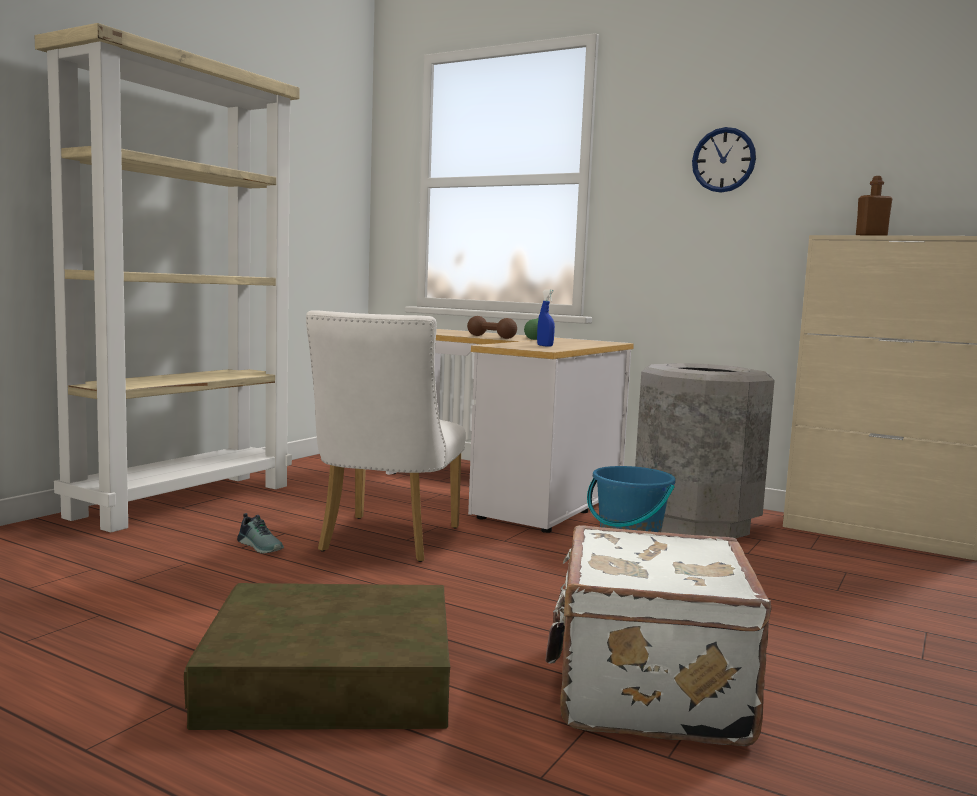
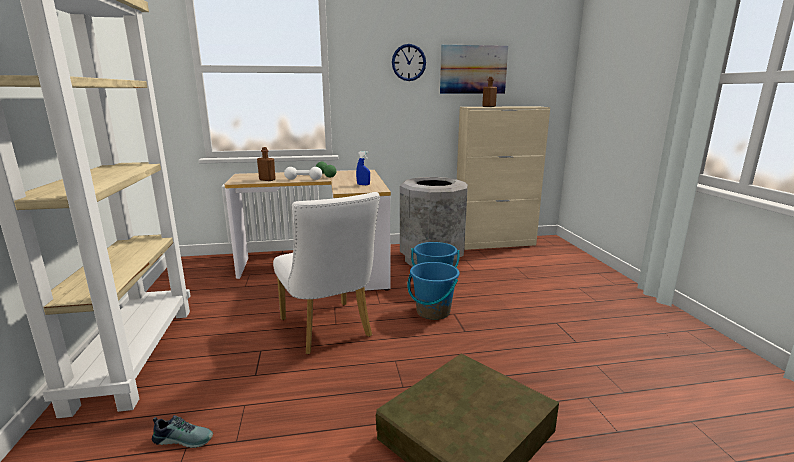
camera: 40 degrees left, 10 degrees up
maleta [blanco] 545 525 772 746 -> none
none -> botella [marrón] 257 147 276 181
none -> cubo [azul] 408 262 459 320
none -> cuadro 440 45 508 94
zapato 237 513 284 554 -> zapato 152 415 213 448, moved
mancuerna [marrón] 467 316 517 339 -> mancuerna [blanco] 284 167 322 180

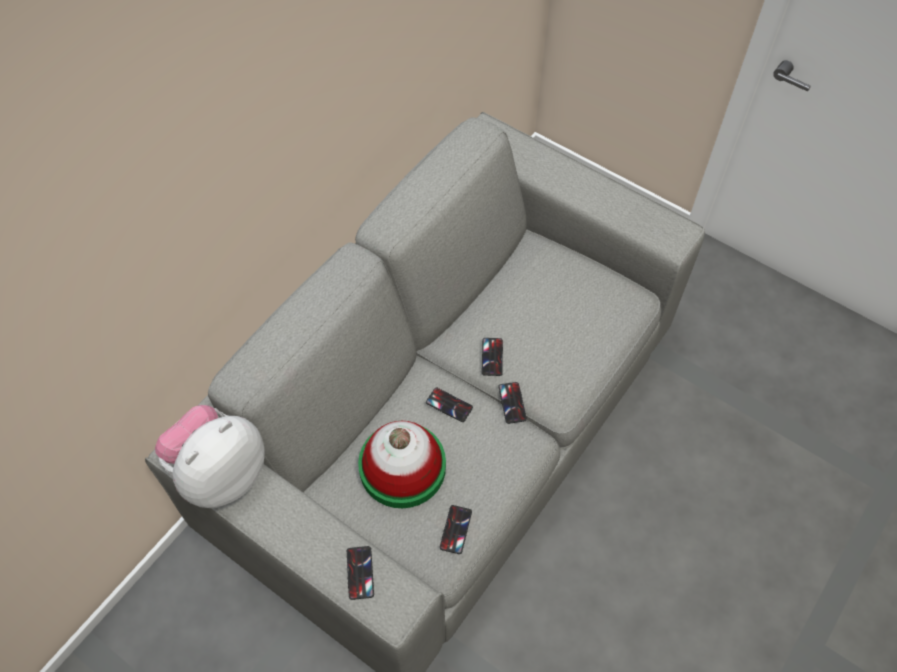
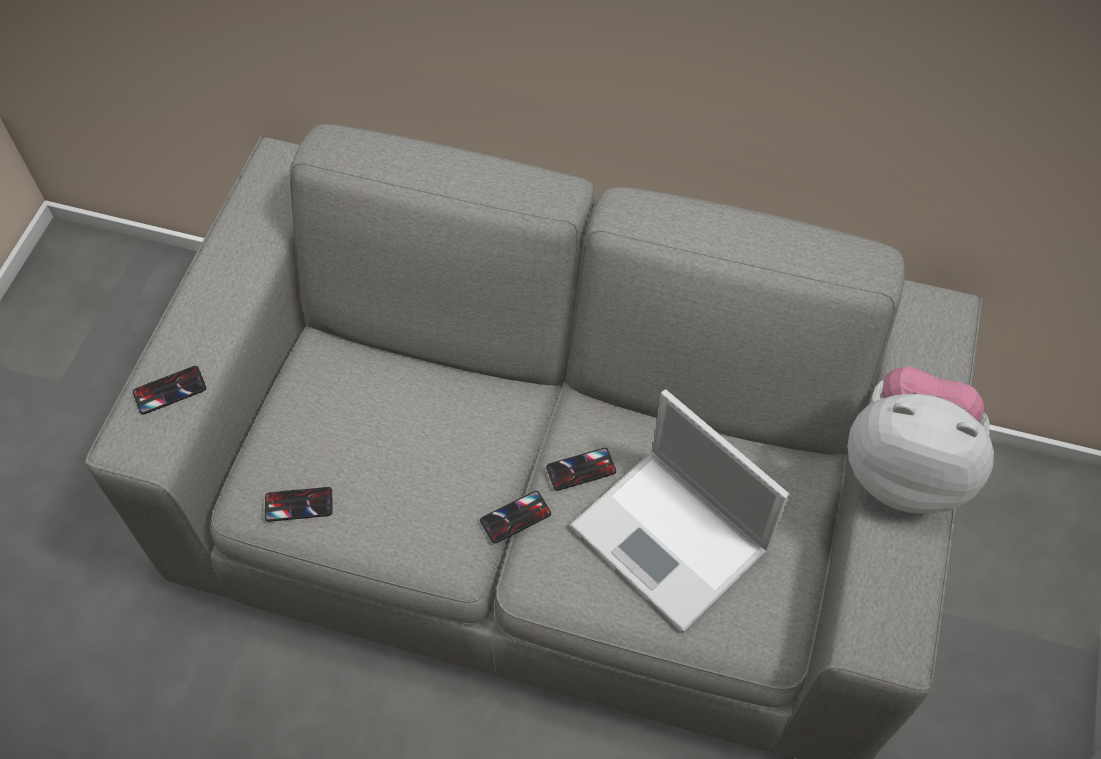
camera: 70 degrees right, 0 degrees up
sombrero 358 421 446 508 -> none
móvil 426 388 473 422 -> none
none -> portátil 570 389 790 632
peluche 155 405 265 508 -> peluche 847 367 994 514, moved

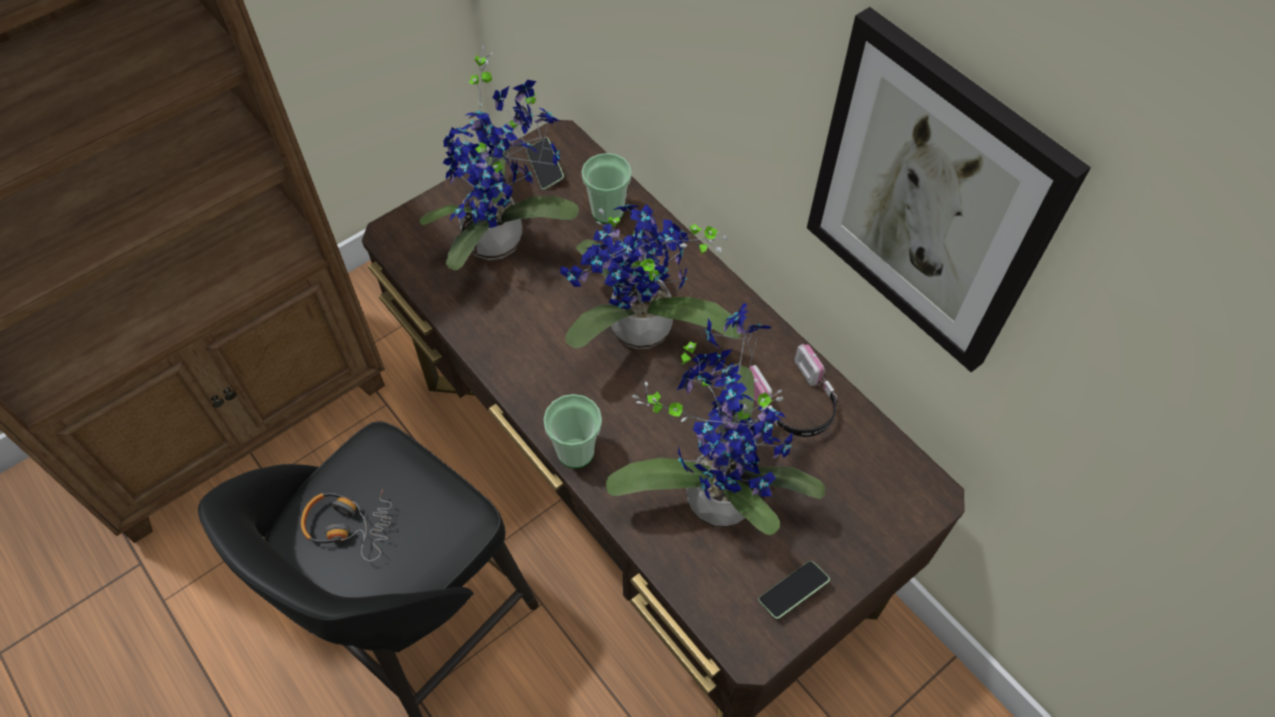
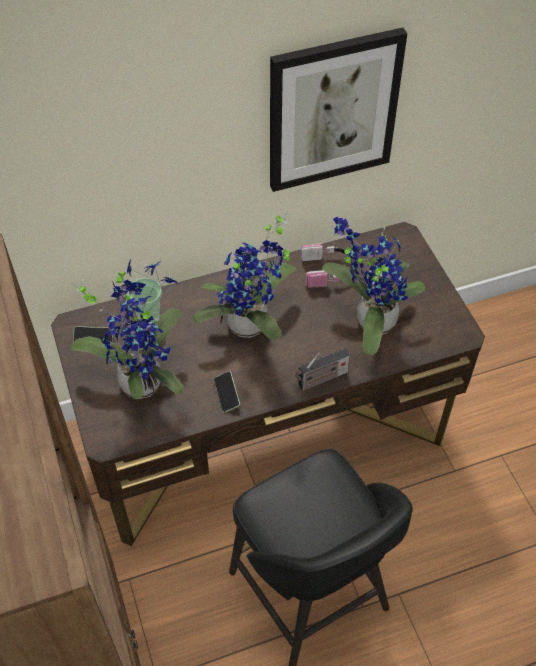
camera: 70 degrees left, 5 degrees down
auriculares 301 489 392 561 -> none
móvil 758 561 830 619 -> móvil 214 371 240 413, moved
taza 543 394 602 468 -> radio 295 348 350 391

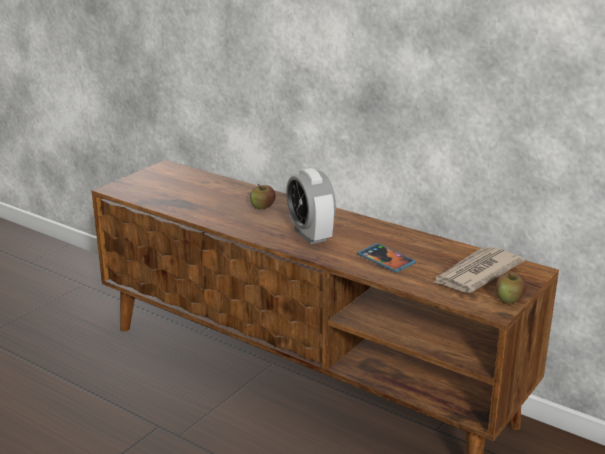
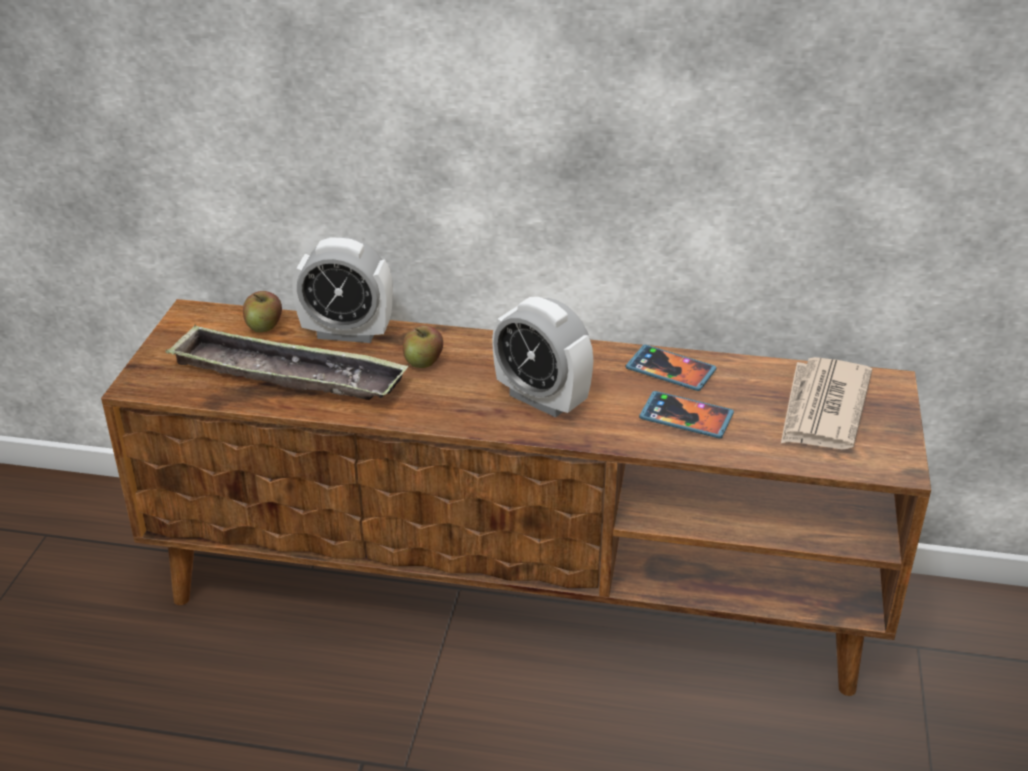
camera: 25 degrees left, 10 degrees up
none -> bandeja 166 324 409 400
none -> despertador 292 237 393 343
none -> móvil 626 345 716 391
manzana 496 272 527 303 -> manzana 243 291 282 332, moved

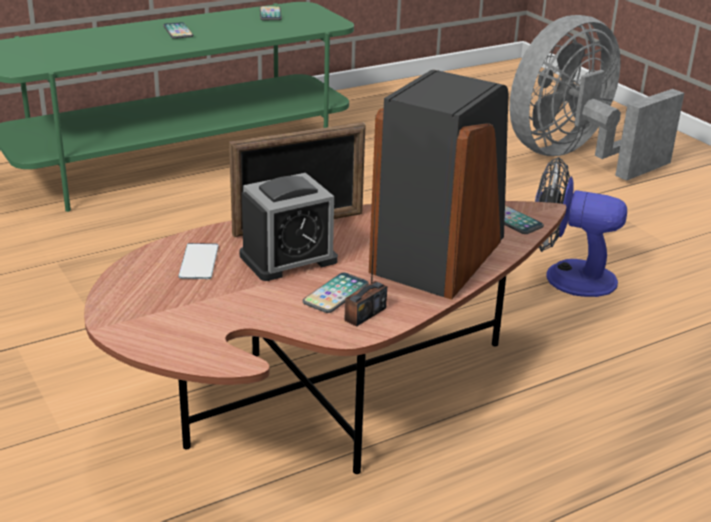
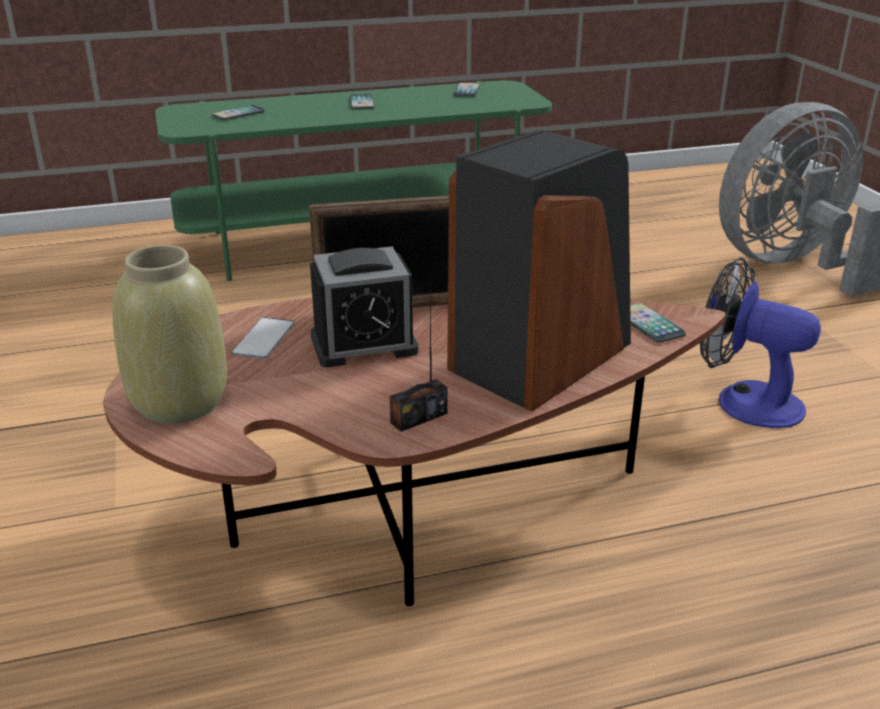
camera: 15 degrees right, 0 degrees up
none -> florero [beis] 112 245 227 424
móvil 303 272 369 313 -> móvil 212 105 265 120, moved

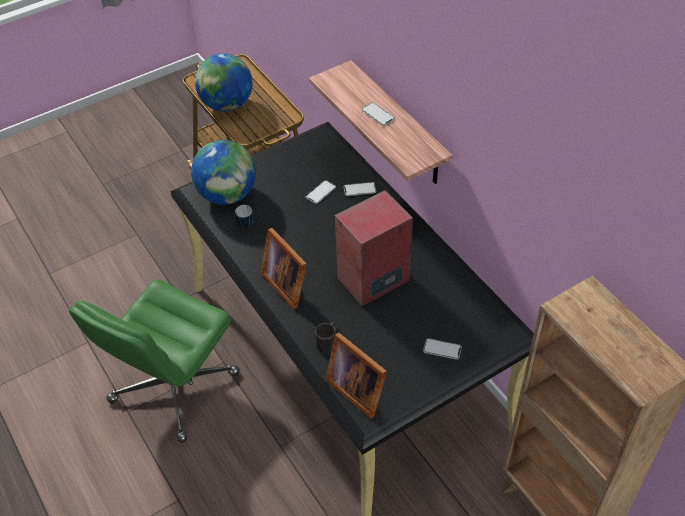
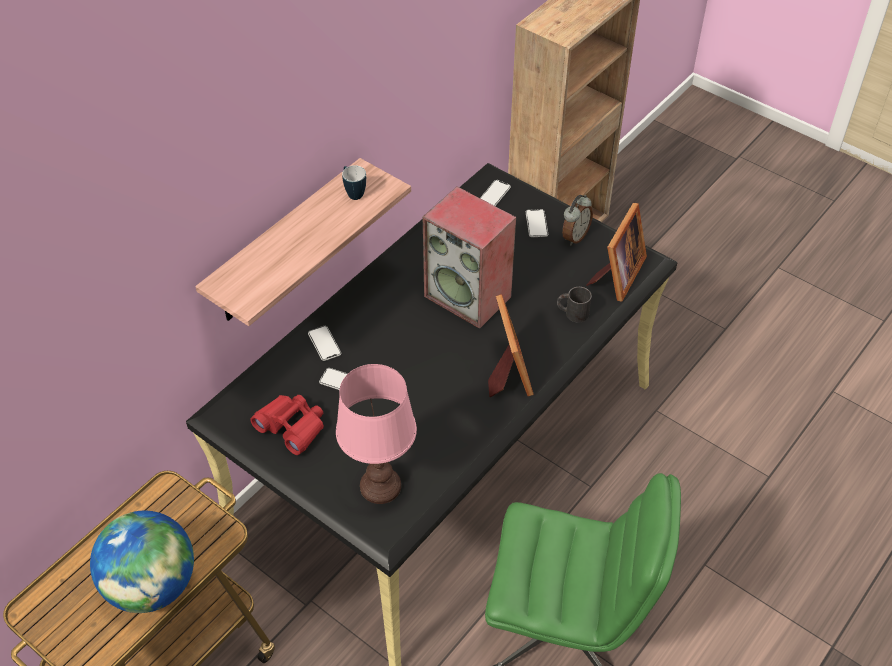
camera: 110 degrees left, 0 degrees up
none -> prismáticos [rojo] 250 395 324 455
none -> despertador 562 195 593 245
taza grande 235 205 260 229 -> taza grande 342 165 366 200, moved
móvil 361 102 395 126 -> móvil 480 180 511 206, moved
globo terráqueo 191 140 256 205 -> lámpara de mesa [rosa] 336 364 417 504
portarretratos 261 228 307 309 -> portarretratos 488 294 534 397, 45 degrees counterclockwise

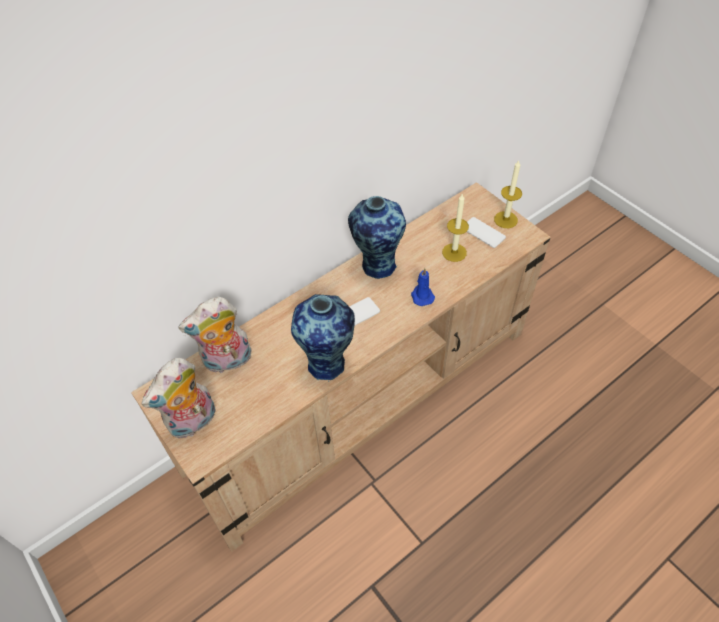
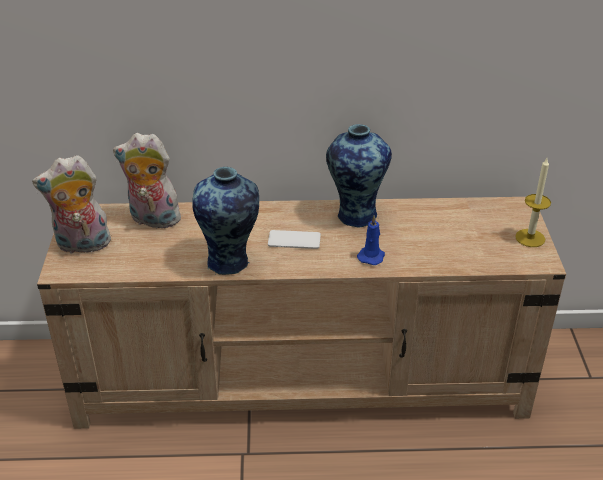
camera: 35 degrees right, 15 degrees down
vela 442 193 469 262 -> none
móvil 467 217 506 248 -> none

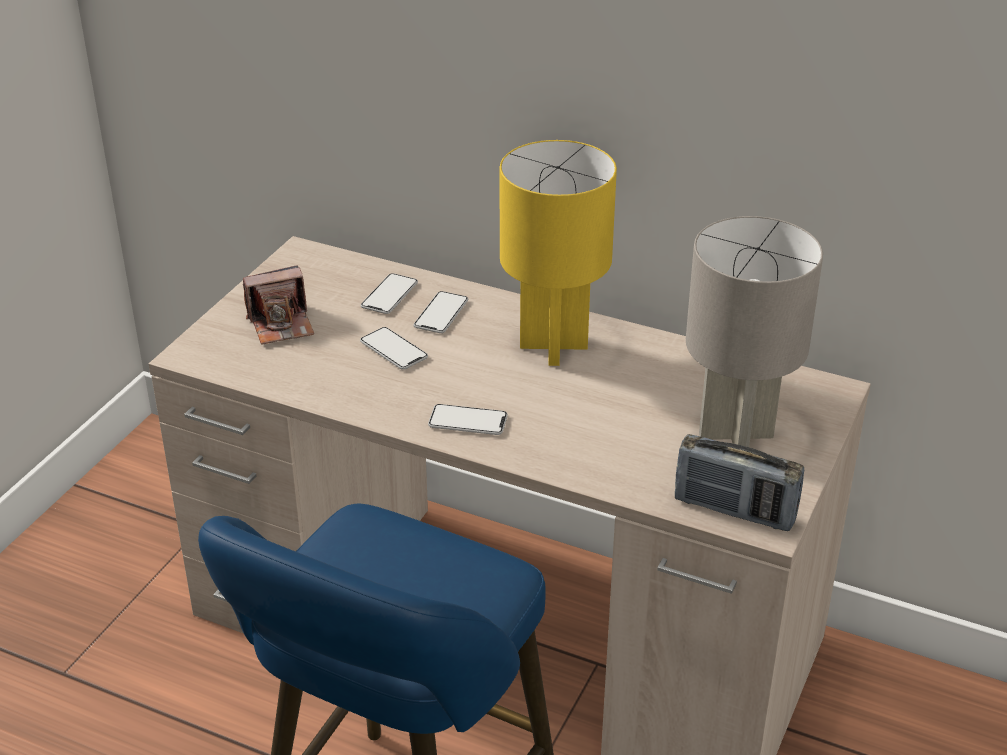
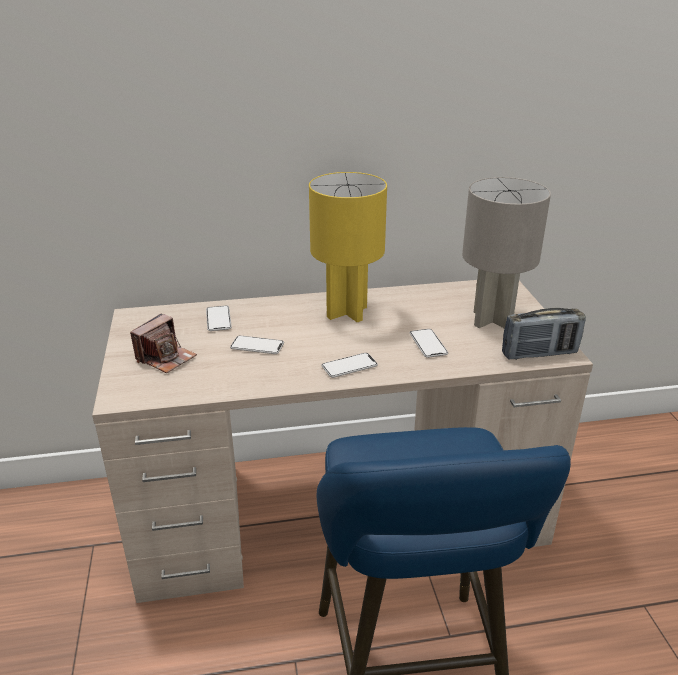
camera: 35 degrees left, 5 degrees down
móvil 414 291 468 333 -> móvil 410 329 448 358, moved

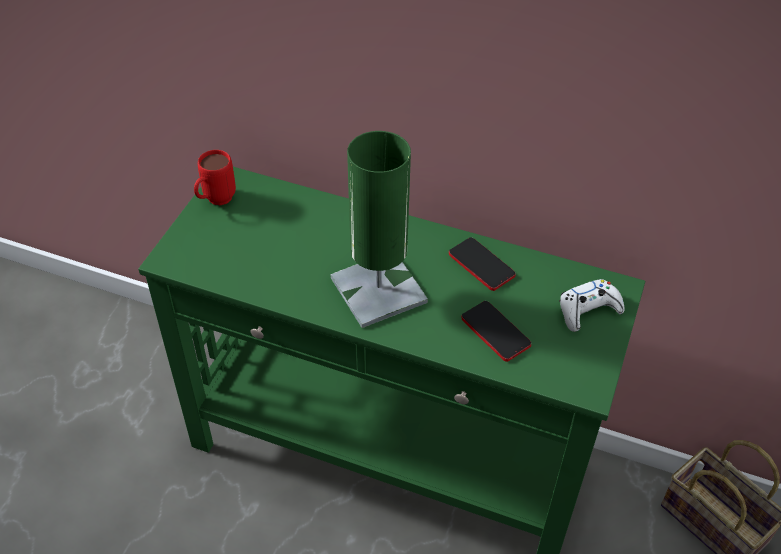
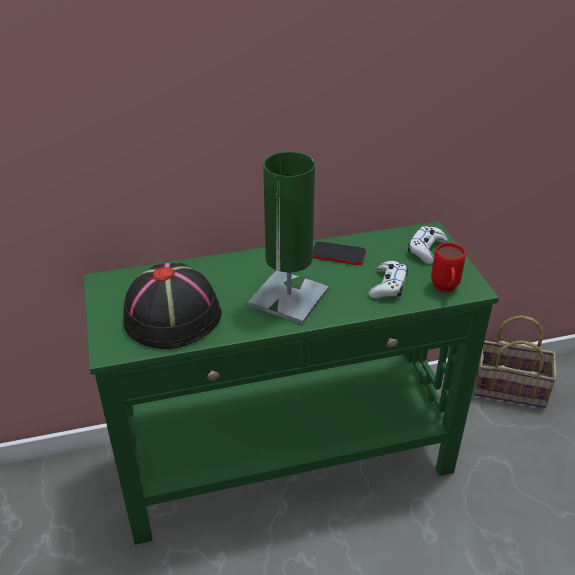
camera: 35 degrees left, 10 degrees down
none -> sombrero [negro] 123 263 222 349
taza grande [rojo] 194 150 236 205 -> taza grande [rojo] 431 243 466 293, moved
móvil 461 301 531 362 -> mando de consola [blanco] 368 261 408 298

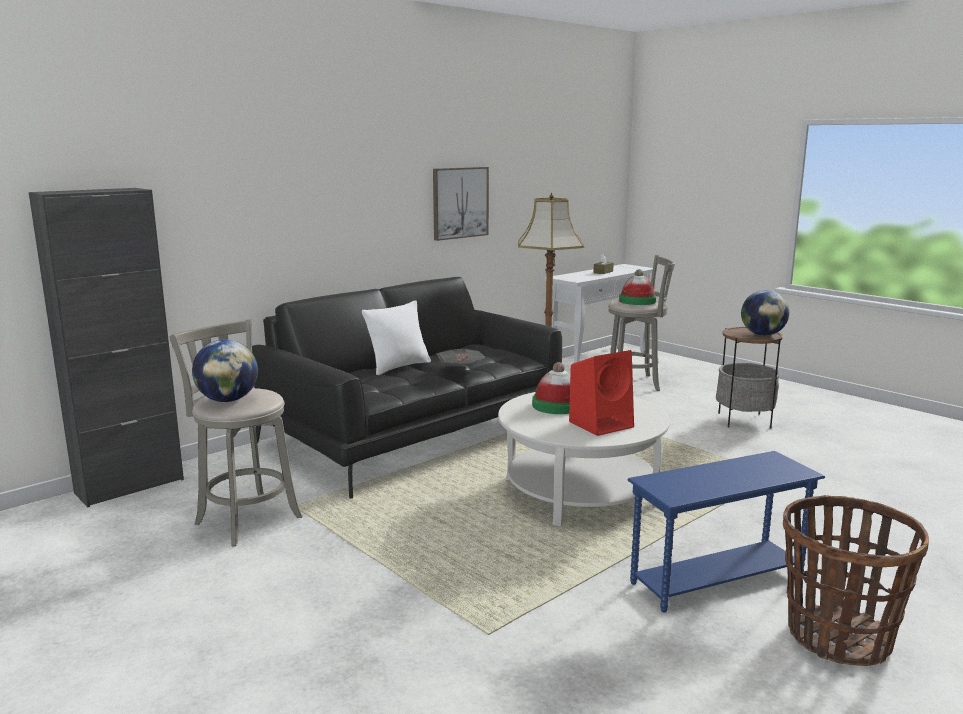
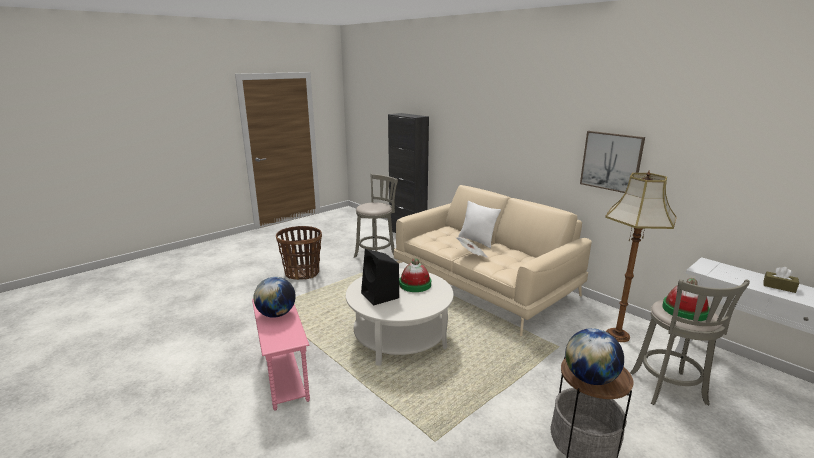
camera: 90 degrees right, 5 degrees up
globo terráqueo 192 339 258 402 -> globo terráqueo 253 277 296 318, moved
cesta 783 495 929 666 -> cesta 276 226 322 280, moved
sofá [negro] 252 277 562 498 -> sofá [beis] 394 185 592 336
altavoz [rojo] 569 350 634 436 -> altavoz [negro] 361 249 399 305
mesa auxiliar [azul] 628 451 825 613 -> mesa auxiliar [rosa] 252 299 310 411

